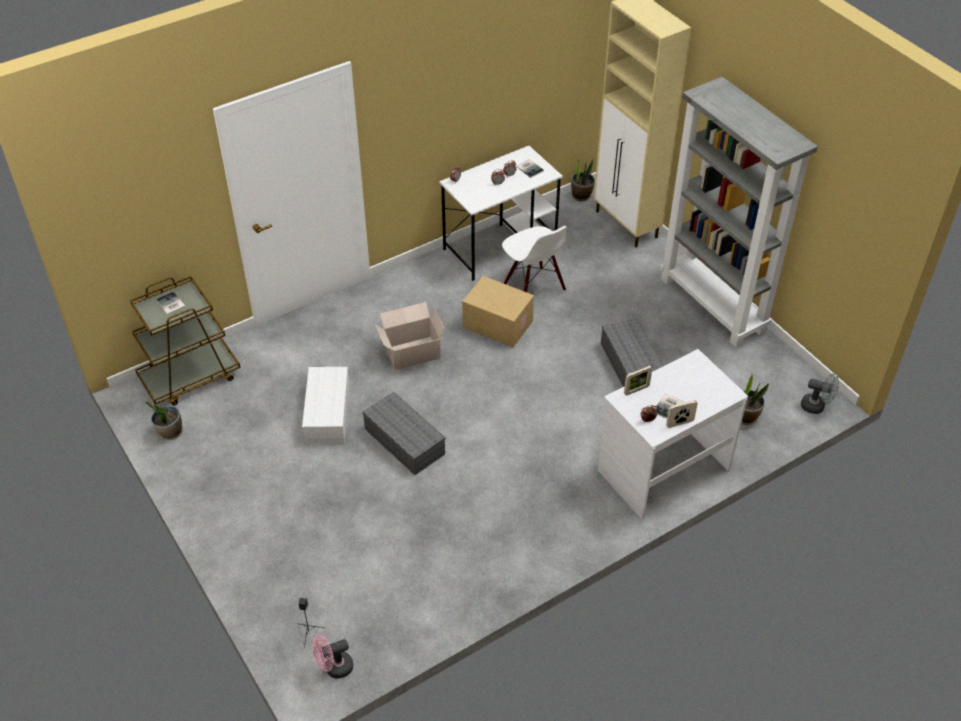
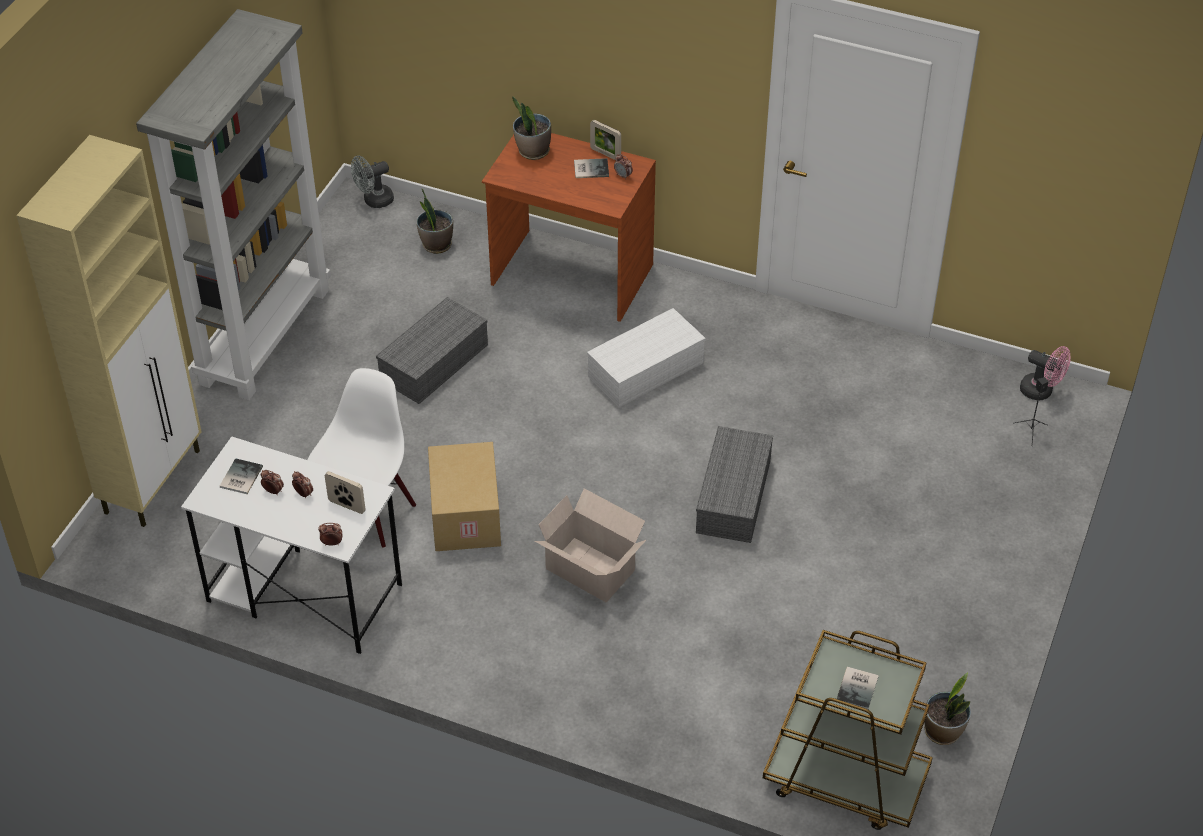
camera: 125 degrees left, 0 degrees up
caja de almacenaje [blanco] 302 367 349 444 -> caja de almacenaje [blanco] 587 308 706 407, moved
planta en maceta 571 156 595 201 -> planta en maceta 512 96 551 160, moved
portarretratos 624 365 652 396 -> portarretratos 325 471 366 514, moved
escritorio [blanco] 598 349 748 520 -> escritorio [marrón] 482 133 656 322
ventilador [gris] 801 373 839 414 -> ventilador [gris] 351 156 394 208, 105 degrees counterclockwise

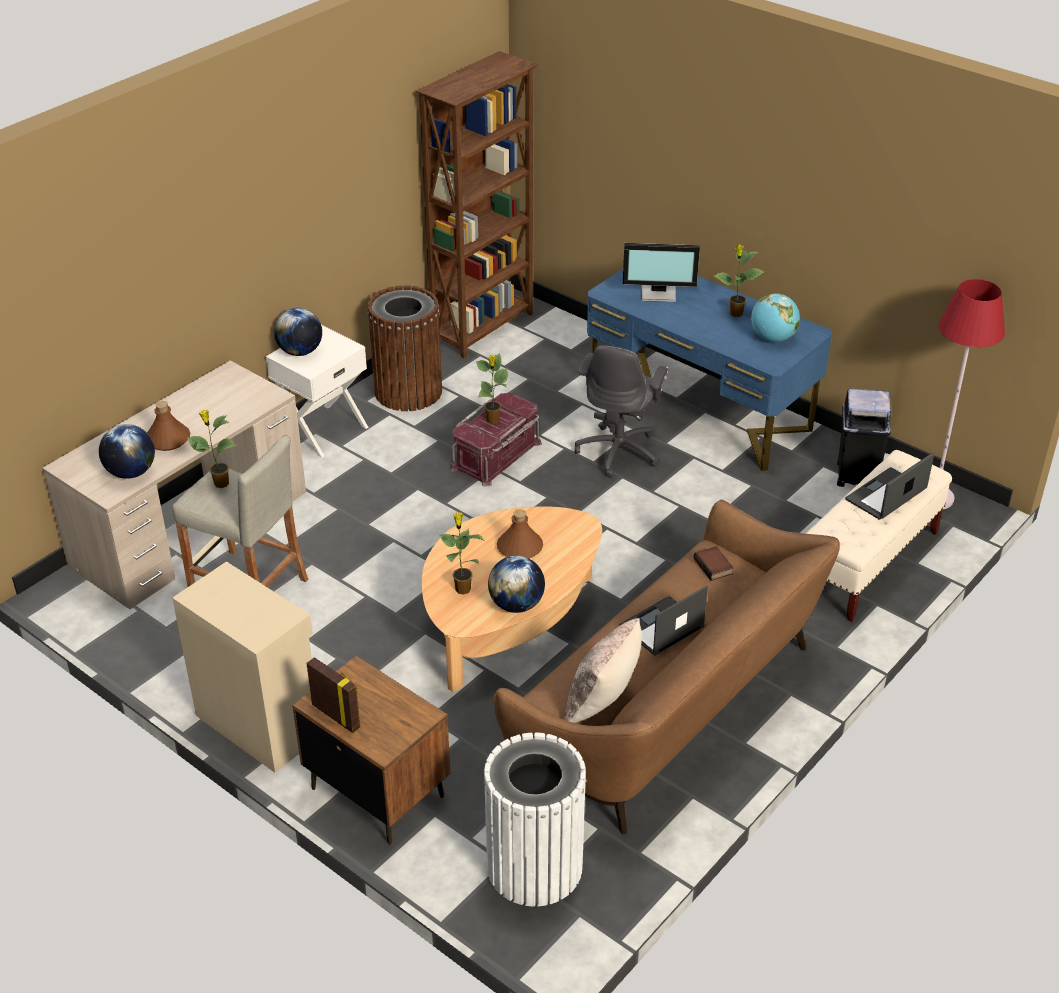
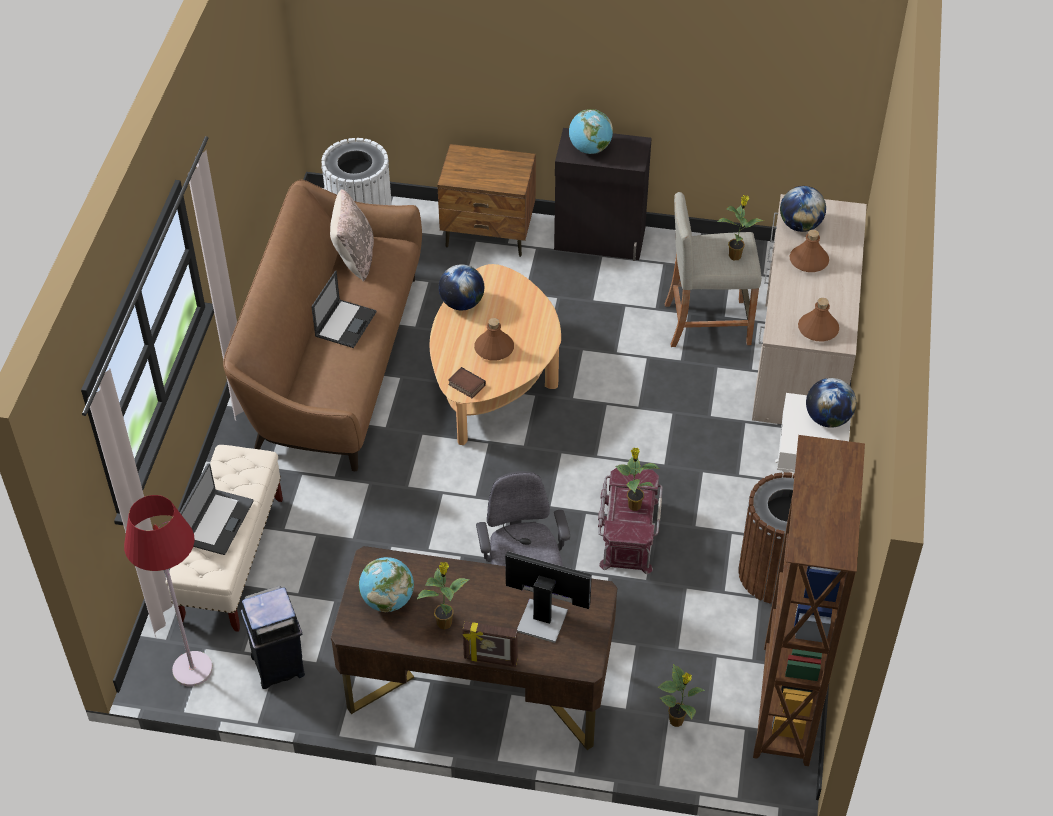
camera: 150 degrees right, 10 degrees up
none -> globo terráqueo 569 109 613 154
none -> botella [marrón] 798 298 839 341
portarretratos 306 657 361 733 -> portarretratos 463 621 518 667, moved
planta en maceta 440 512 484 595 -> planta en maceta 657 664 705 727, moved
libro 694 546 734 581 -> libro 448 367 486 398, moved
armario [beis] 172 561 313 773 -> armario [negro] 554 128 652 261
escritorio [azul] 587 269 832 471 -> escritorio [marrón] 331 546 617 750
monitor 623 243 700 302 -> monitor 505 551 592 643, 45 degrees clockwise

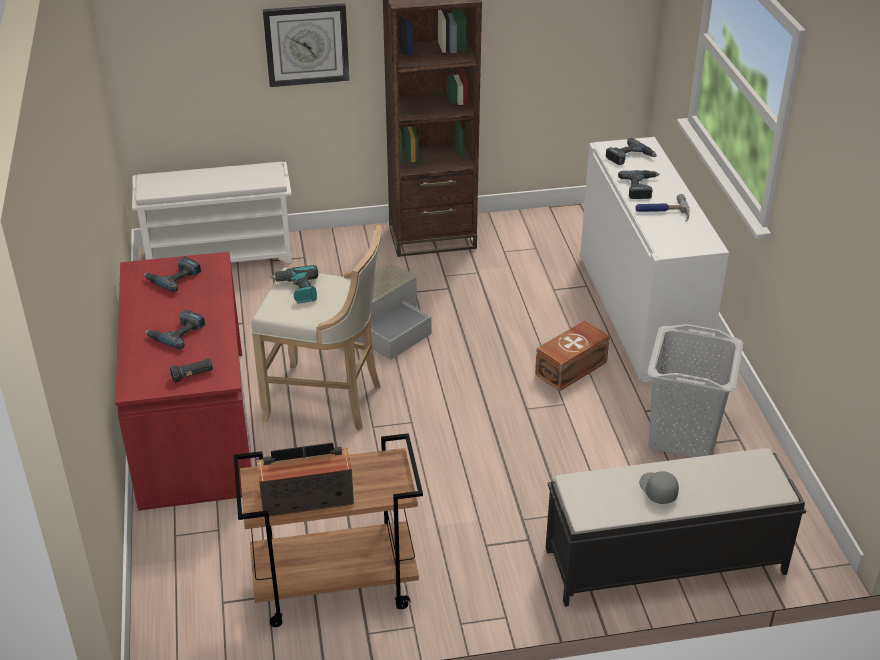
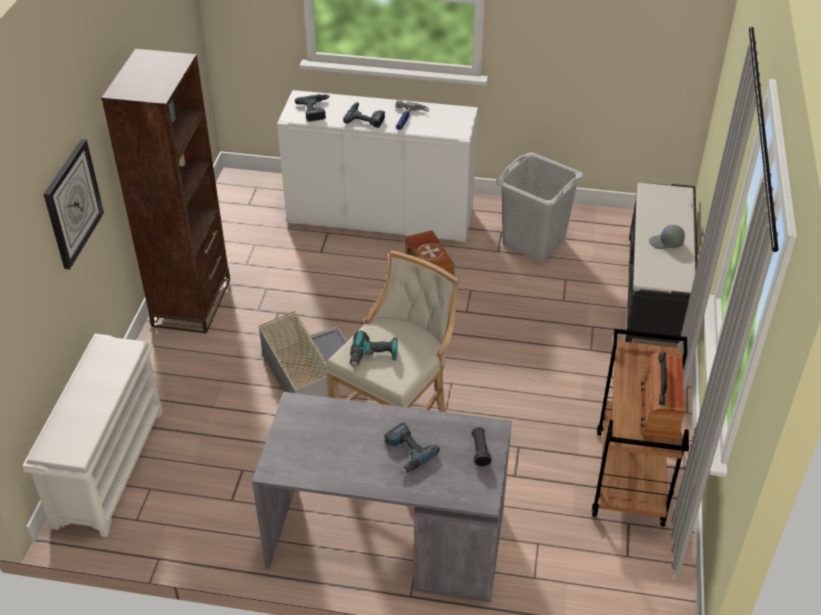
camera: 70 degrees left, 5 degrees up
taladro 144 256 201 292 -> none
escritorio [rojo] 115 252 252 511 -> escritorio [gris] 252 392 512 602

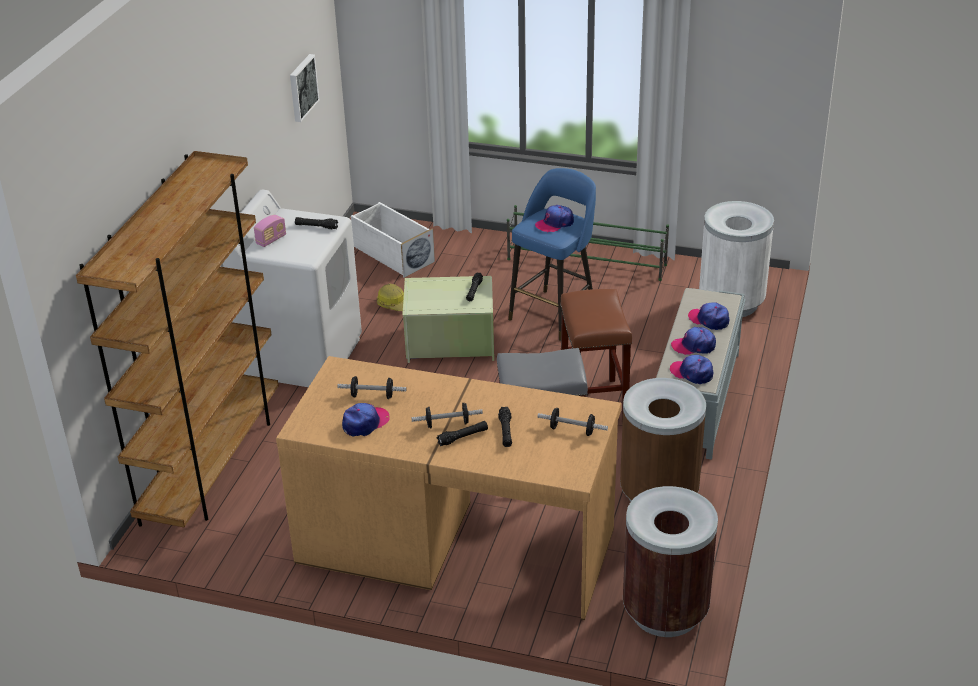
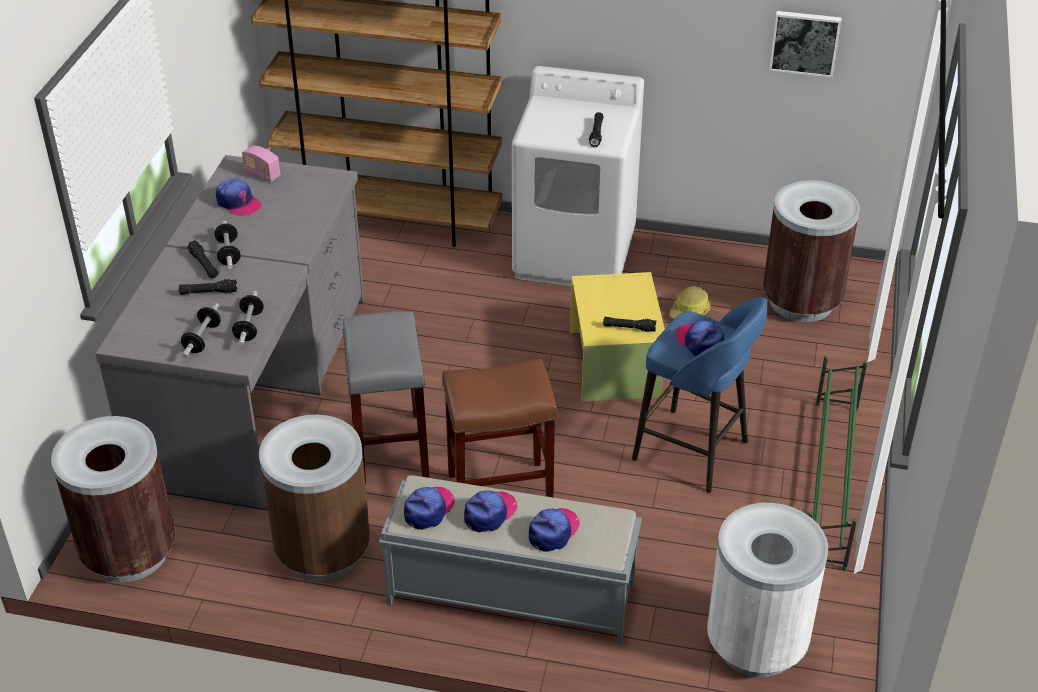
camera: 85 degrees right, 5 degrees up
radio 254 215 286 247 -> radio 242 146 280 182, moved
mancuerna 337 376 407 399 -> mancuerna 232 291 264 346, moved
caja de almacenaje [blanco] 351 202 435 278 -> papelera [marrón] 763 180 860 322
escritorio [marrón] 276 356 621 620 -> escritorio [gris] 95 155 364 511
caja de almacenaje [verde] 402 276 494 363 -> caja de almacenaje [amarillo] 570 272 665 401
gorra 671 327 716 355 -> gorra 464 491 517 533, 45 degrees clockwise

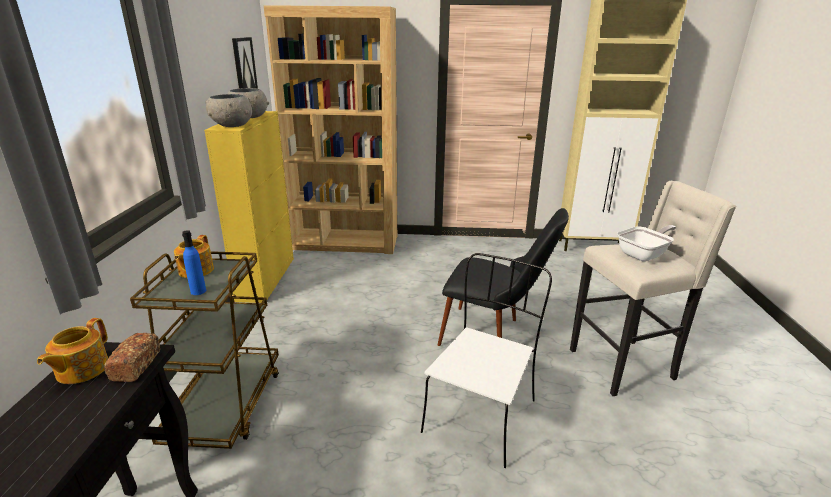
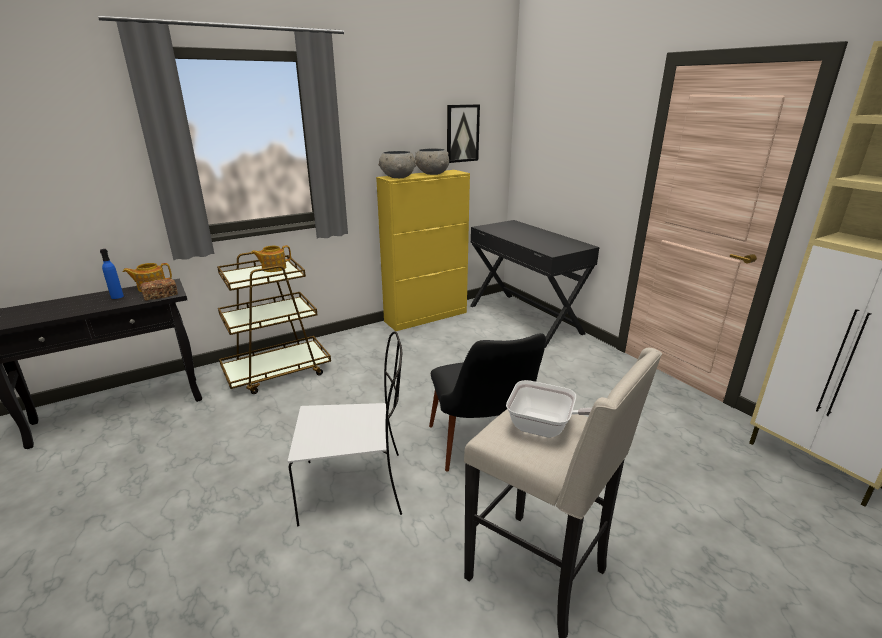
camera: 55 degrees right, 0 degrees up
botella [azul] 182 230 206 295 -> botella [azul] 100 249 124 299, moved
estantería [marrón] 263 5 397 254 -> escritorio [negro] 470 220 600 348

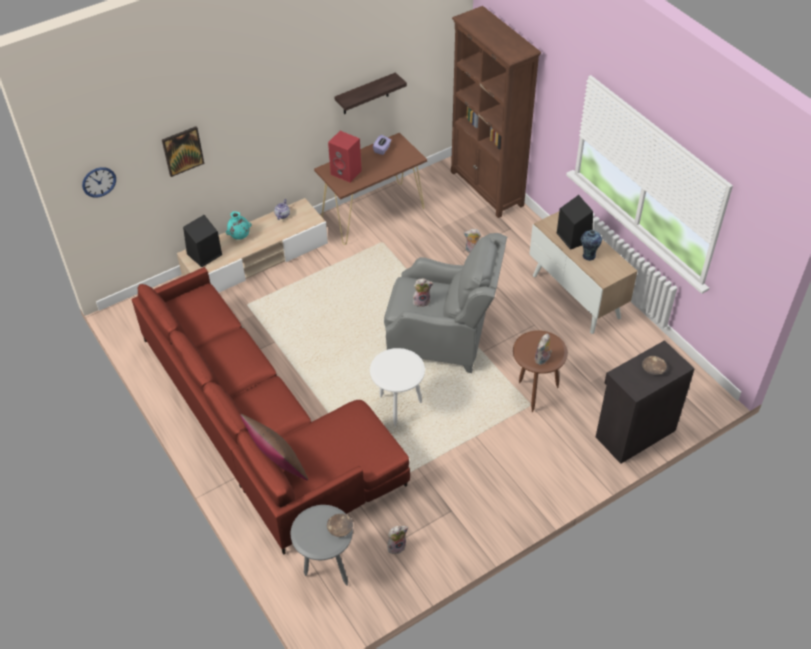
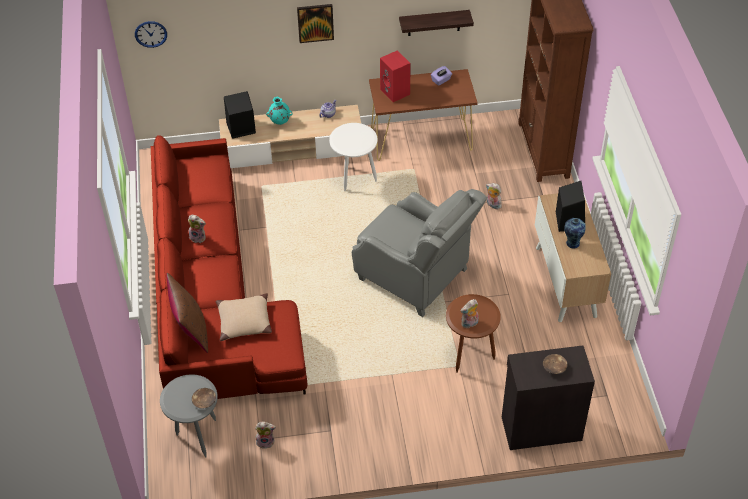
camera: 25 degrees right, 0 degrees up
none -> cojín [beis] 216 293 272 341
cuadro 162 127 204 177 -> cuadro 297 4 334 43, moved
mesa auxiliar [blanco] 370 348 425 426 -> mesa auxiliar [blanco] 329 123 377 192, moved
peluche 413 278 433 307 -> peluche 188 215 206 243, moved

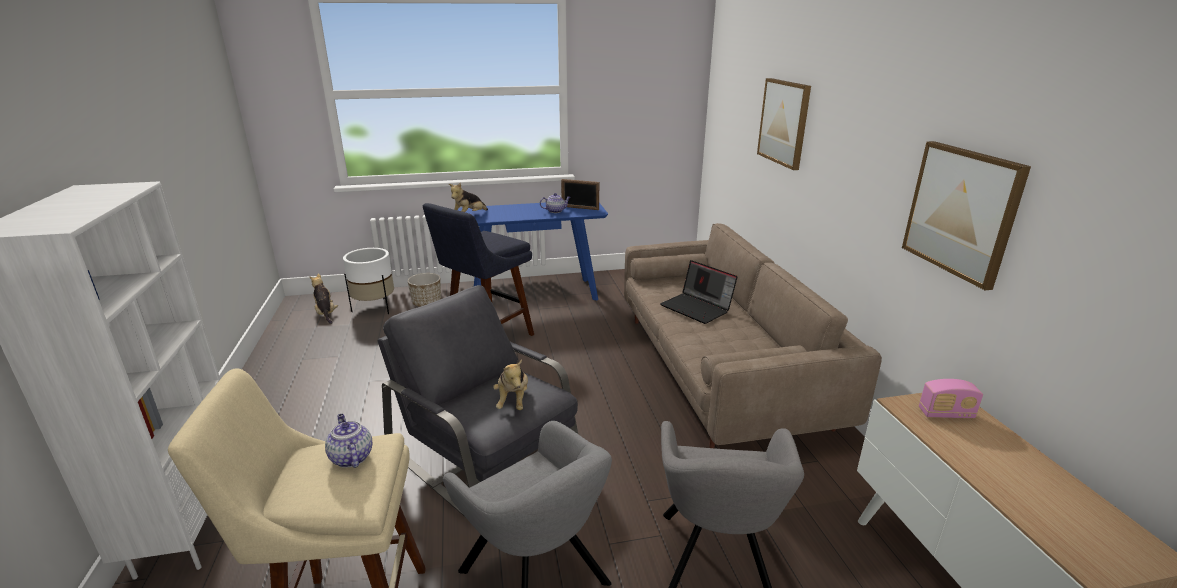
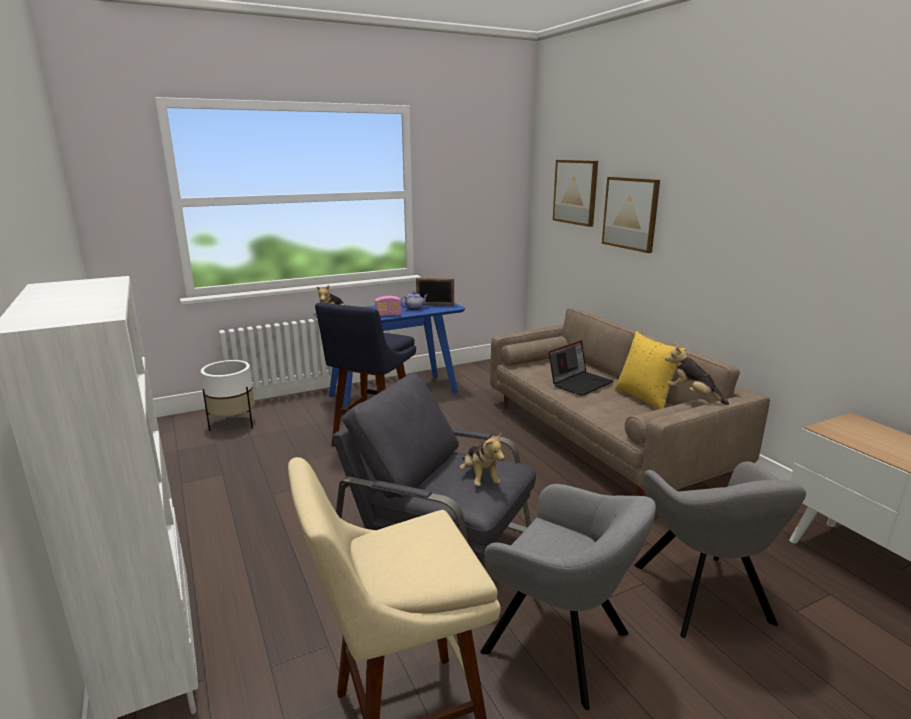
camera: 15 degrees left, 5 degrees down
tetera 325 414 373 468 -> none
maceta 408 273 441 307 -> none
none -> cojín [amarillo] 615 331 686 409
peluche 309 274 338 324 -> peluche 665 343 729 405, moved
cuadro 902 141 1031 290 -> cuadro 553 160 598 227, moved
radio 919 379 983 418 -> radio 375 296 401 316, moved
portátil 660 260 737 324 -> portátil 549 340 613 396, 75 degrees counterclockwise

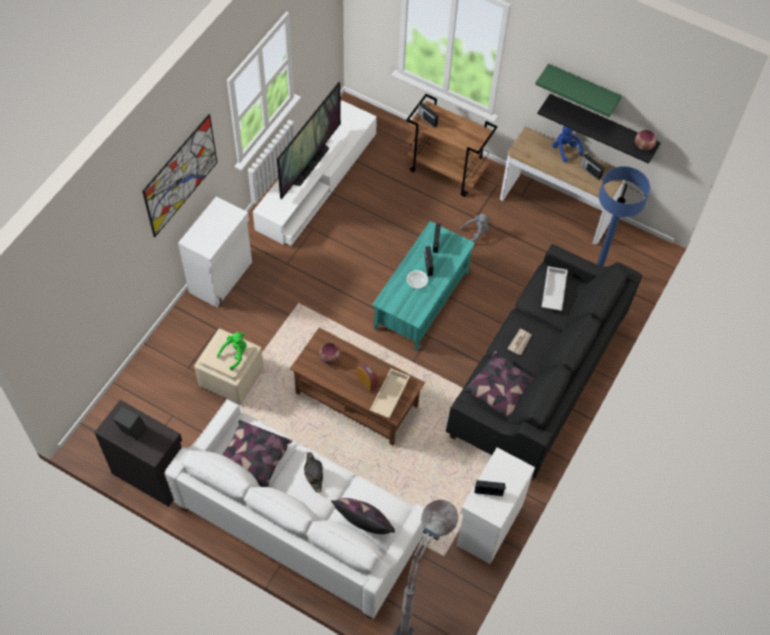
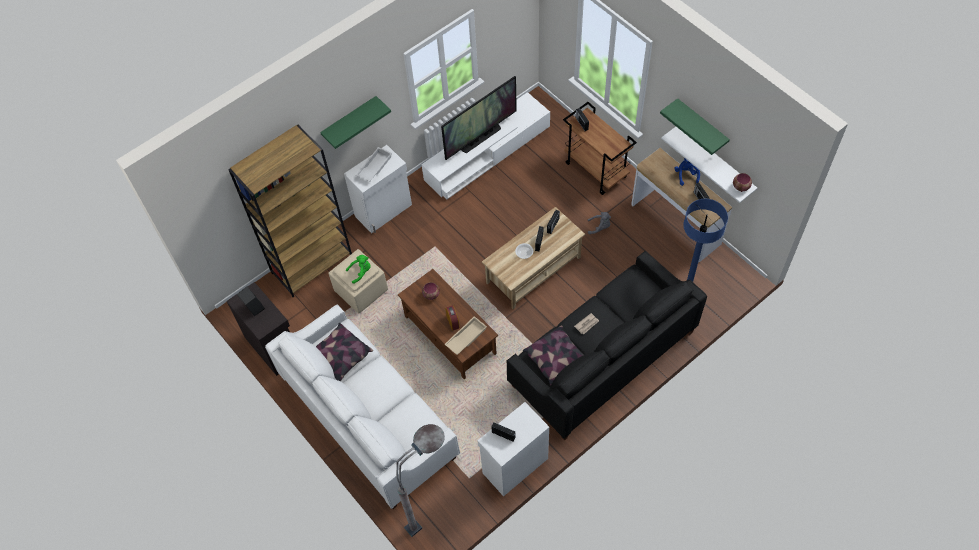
camera: 25 degrees right, 0 degrees up
sombrero [negro] 304 452 323 493 -> none
cojín 331 498 395 534 -> none
none -> estantería [marrón] 228 125 352 297
bandeja [blanco] 542 266 568 311 -> bandeja [blanco] 356 147 392 182, moved
cuadro 142 114 217 238 -> estante [verde] 320 96 391 149
mesa de centro [turquesa] 372 221 475 351 -> mesa de centro [beis] 482 207 585 309
estante [negro] 537 94 661 164 -> estante [blanco] 661 127 757 203

